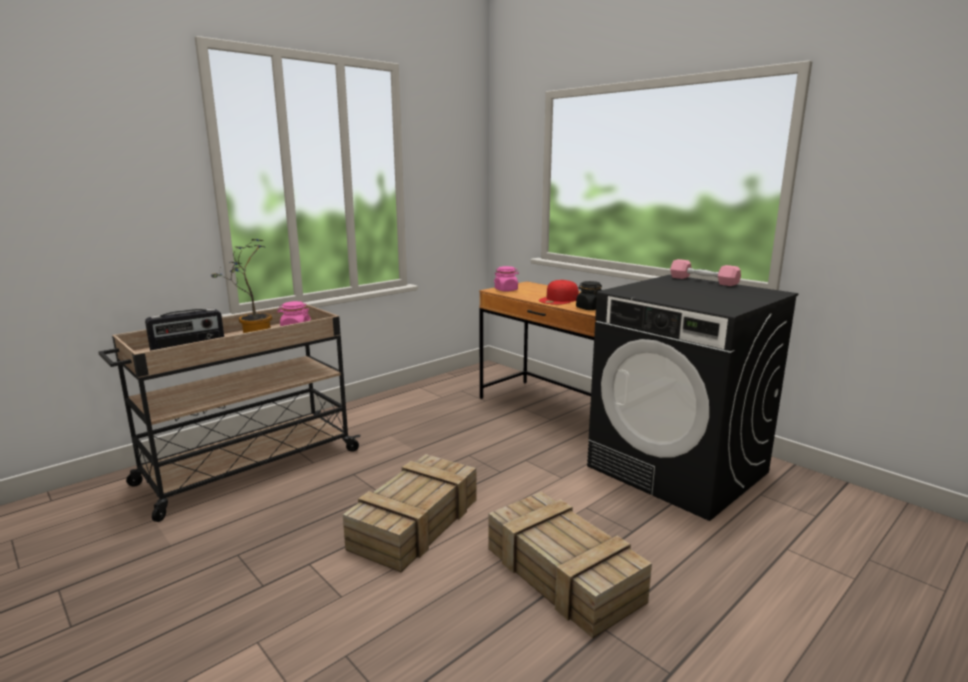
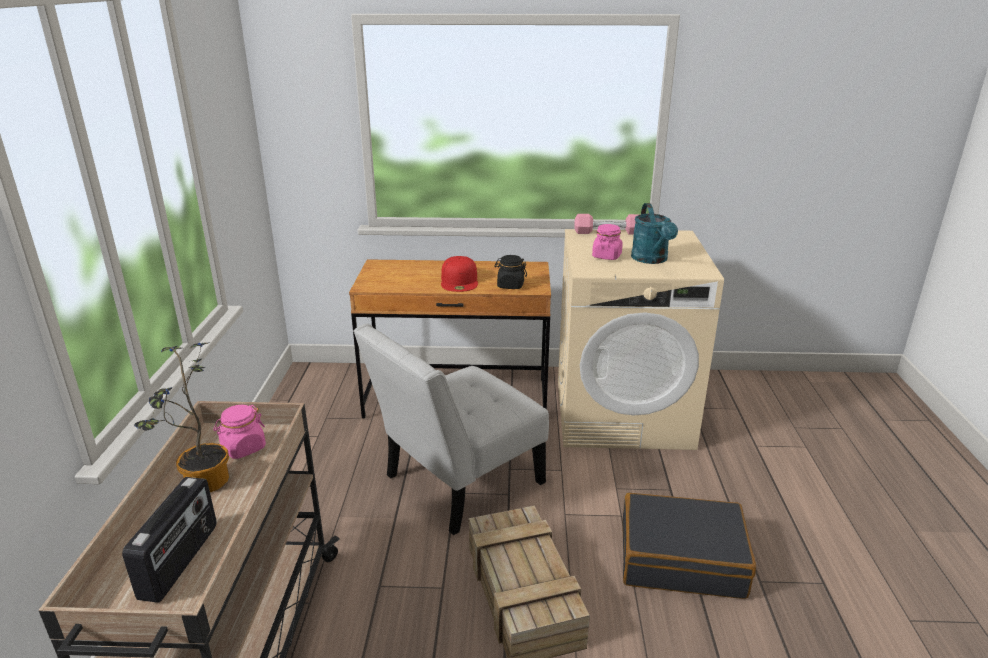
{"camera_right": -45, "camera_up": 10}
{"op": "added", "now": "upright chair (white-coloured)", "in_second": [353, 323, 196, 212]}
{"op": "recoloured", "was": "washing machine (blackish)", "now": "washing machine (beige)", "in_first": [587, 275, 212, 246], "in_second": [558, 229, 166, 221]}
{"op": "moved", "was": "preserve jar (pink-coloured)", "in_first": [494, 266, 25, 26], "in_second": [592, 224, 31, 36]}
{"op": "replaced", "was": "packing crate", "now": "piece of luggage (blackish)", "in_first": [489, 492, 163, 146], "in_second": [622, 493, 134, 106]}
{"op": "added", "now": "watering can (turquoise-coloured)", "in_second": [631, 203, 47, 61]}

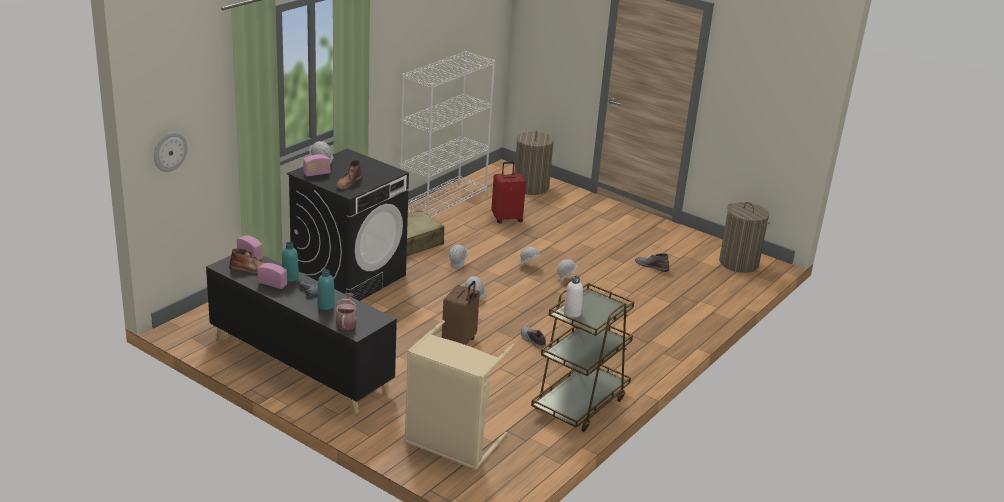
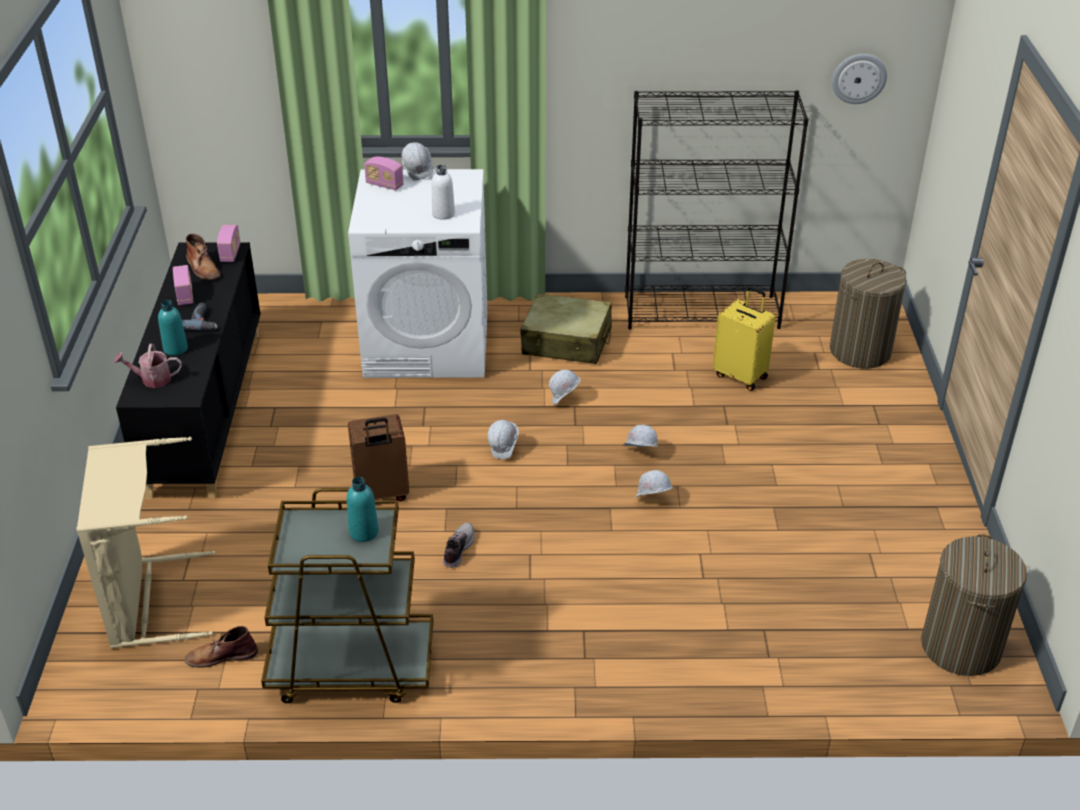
{"camera_right": 55, "camera_up": 10}
{"op": "turned", "was": "watering can", "in_first": [335, 293, 22, 37], "in_second": [114, 344, 68, 44], "clockwise": -150}
{"op": "moved", "was": "tall boot (brown)", "in_first": [335, 160, 28, 30], "in_second": [185, 626, 73, 42]}
{"op": "moved", "was": "beverage bottle (turquoise-coloured)", "in_first": [282, 242, 17, 40], "in_second": [347, 477, 32, 65]}
{"op": "recoloured", "was": "washing machine (blackish)", "now": "washing machine (white-coloured)", "in_first": [287, 149, 122, 152], "in_second": [348, 169, 139, 209]}
{"op": "moved", "was": "beverage bottle (white-coloured)", "in_first": [564, 276, 19, 42], "in_second": [432, 165, 23, 55]}
{"op": "recoloured", "was": "shelving unit (white-coloured)", "now": "shelving unit (blackish)", "in_first": [400, 51, 95, 166], "in_second": [625, 90, 184, 239]}
{"op": "recoloured", "was": "piece of luggage (red-coloured)", "now": "piece of luggage (yellowish)", "in_first": [491, 162, 35, 62], "in_second": [713, 286, 62, 105]}
{"op": "moved", "was": "clock on the wall", "in_first": [154, 132, 34, 40], "in_second": [832, 54, 55, 50]}
{"op": "removed", "was": "tall boot (gray)", "in_first": [635, 253, 34, 19]}

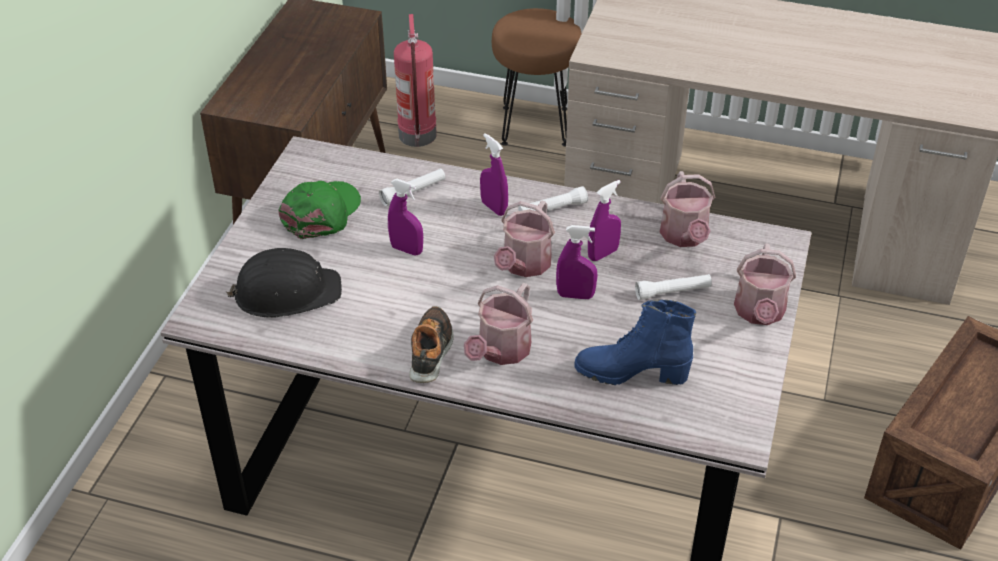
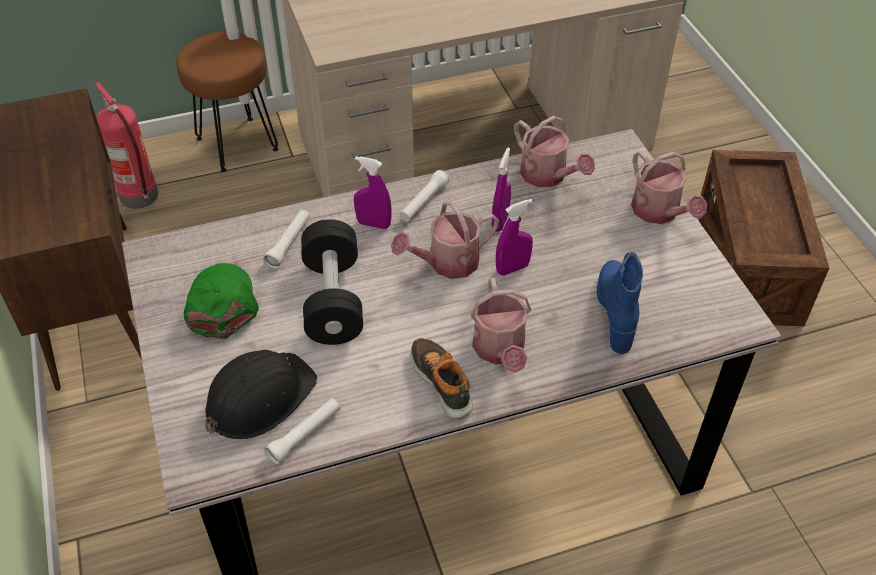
{"camera_right": -35, "camera_up": 5}
{"op": "moved", "was": "hand torch (white-coloured)", "in_first": [635, 274, 77, 26], "in_second": [265, 398, 75, 66]}
{"op": "replaced", "was": "hand sprayer (purple-coloured)", "now": "dumbbell (blackish)", "in_first": [388, 179, 35, 77], "in_second": [301, 219, 62, 126]}
{"op": "turned", "was": "watering can", "in_first": [494, 201, 61, 76], "in_second": [391, 202, 108, 77], "clockwise": 75}
{"op": "turned", "was": "tall boot (blue-coloured)", "in_first": [574, 300, 122, 85], "in_second": [596, 252, 47, 102], "clockwise": 120}

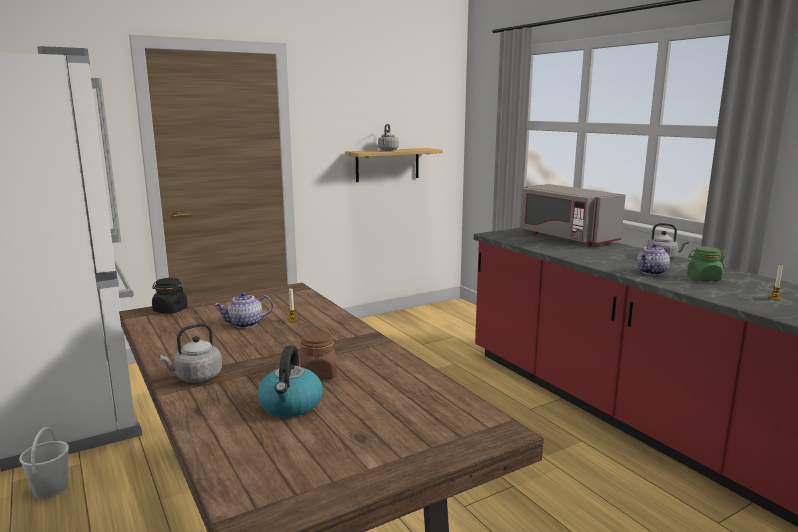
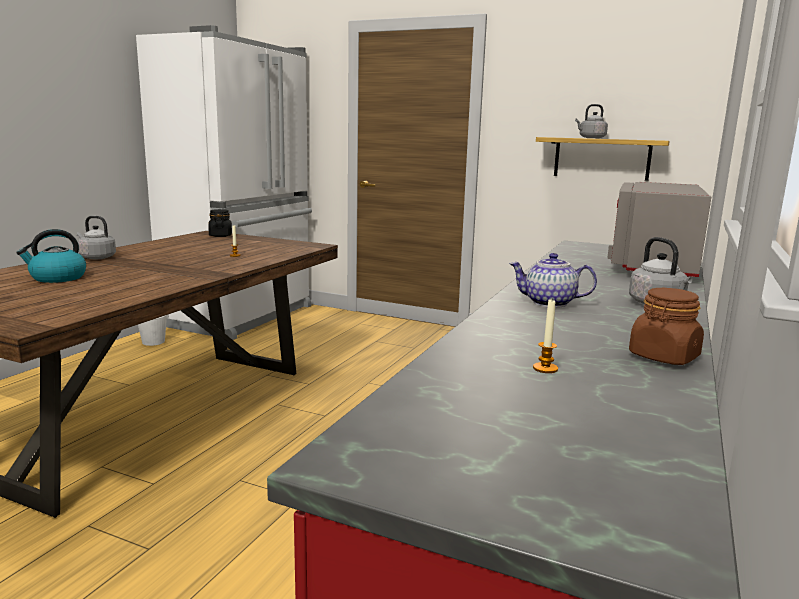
{"camera_right": 55, "camera_up": 0}
{"op": "moved", "was": "preserve jar (brown)", "in_first": [300, 330, 37, 50], "in_second": [629, 288, 75, 77]}
{"op": "removed", "was": "pot for tea", "in_first": [214, 292, 59, 36]}
{"op": "removed", "was": "preserve jar (greenish)", "in_first": [687, 247, 38, 34]}

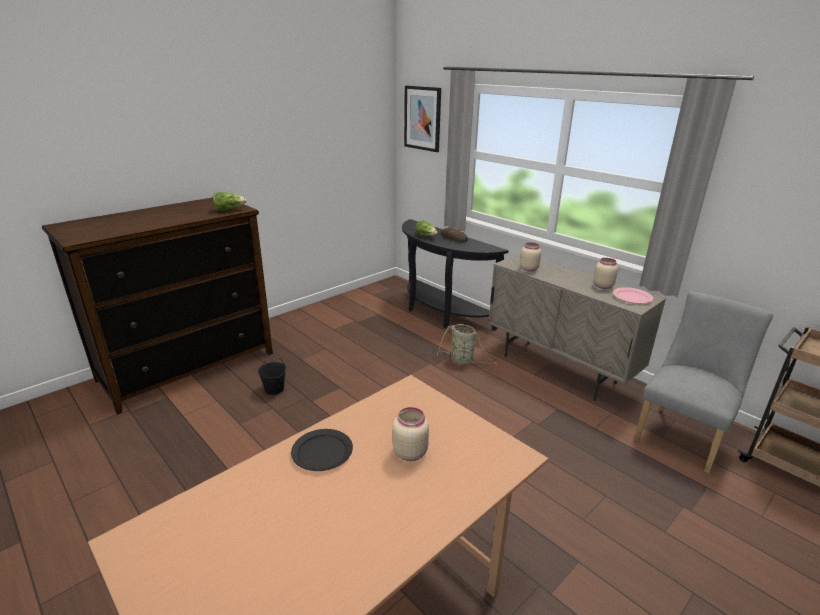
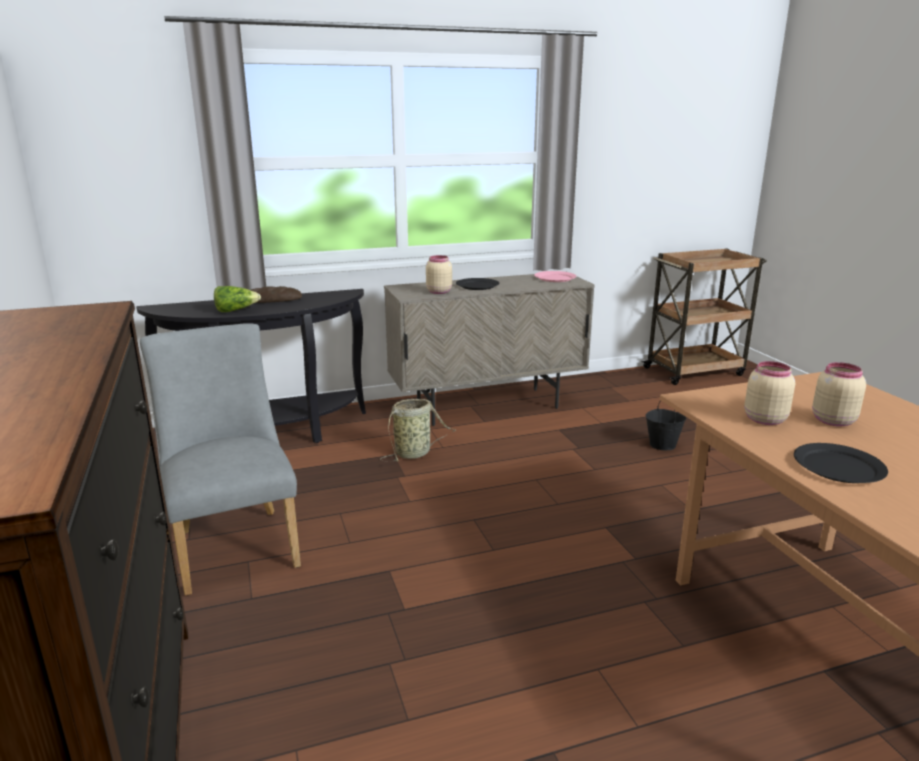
{"camera_right": -65, "camera_up": -5}
{"op": "moved", "was": "upright chair (gray)", "in_first": [634, 292, 139, 182], "in_second": [140, 323, 161, 273]}
{"op": "added", "now": "flat dish (blackish)", "in_second": [456, 278, 43, 12]}
{"op": "moved", "was": "pail (blackish)", "in_first": [258, 355, 28, 40], "in_second": [646, 400, 40, 50]}
{"op": "moved", "was": "preserve jar (beige)", "in_first": [593, 258, 25, 31], "in_second": [744, 361, 51, 64]}
{"op": "removed", "was": "lettuce", "in_first": [213, 192, 34, 19]}
{"op": "removed", "was": "picture", "in_first": [404, 86, 37, 66]}

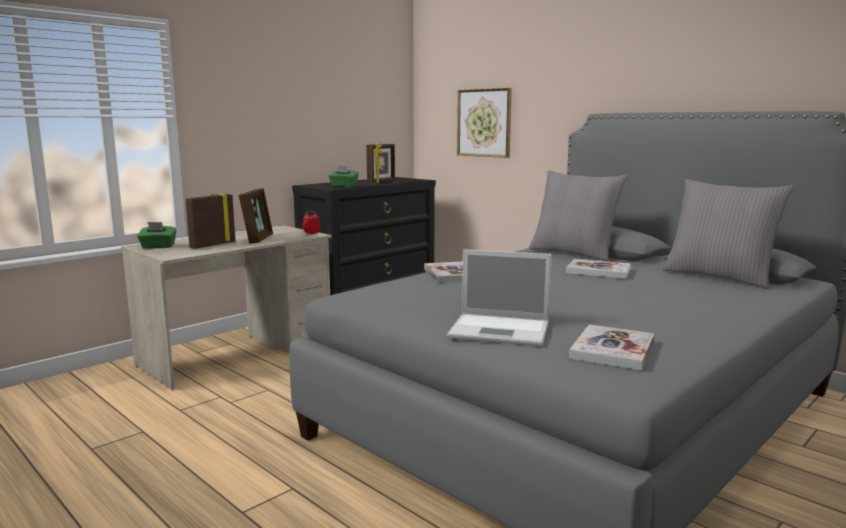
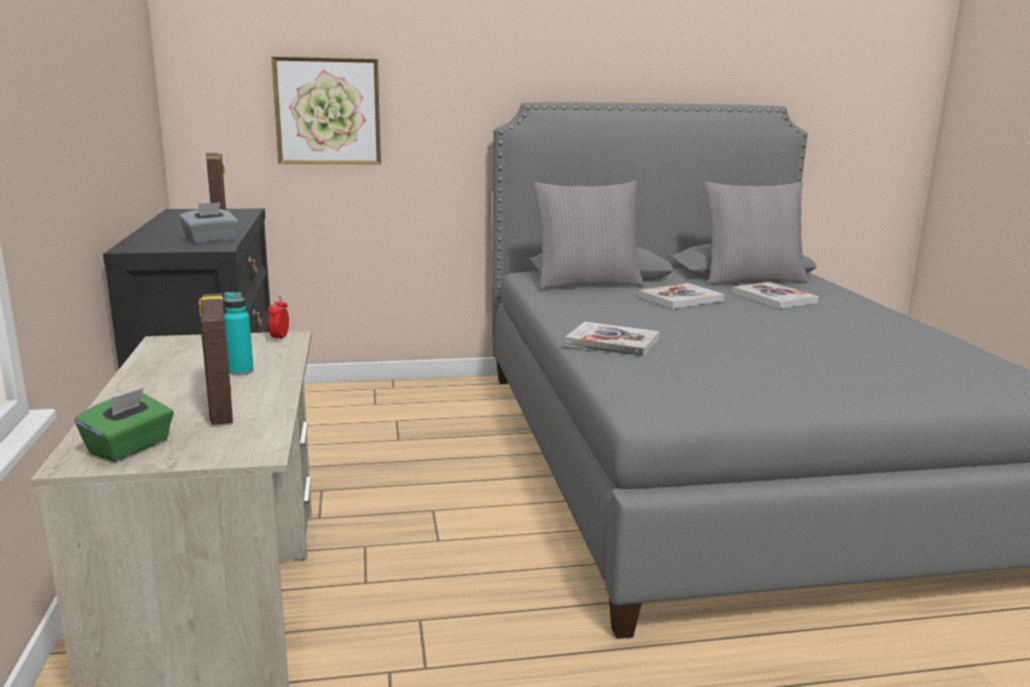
{"camera_right": -55, "camera_up": 5}
{"op": "recoloured", "was": "tissue box (greenish)", "now": "tissue box (gray)", "in_first": [329, 166, 30, 21], "in_second": [179, 202, 60, 42]}
{"op": "replaced", "was": "standing frame", "now": "beverage bottle (turquoise-coloured)", "in_first": [239, 188, 34, 56], "in_second": [223, 292, 31, 83]}
{"op": "moved", "was": "book", "in_first": [569, 325, 85, 46], "in_second": [732, 282, 87, 27]}
{"op": "removed", "was": "laptop", "in_first": [447, 249, 105, 98]}

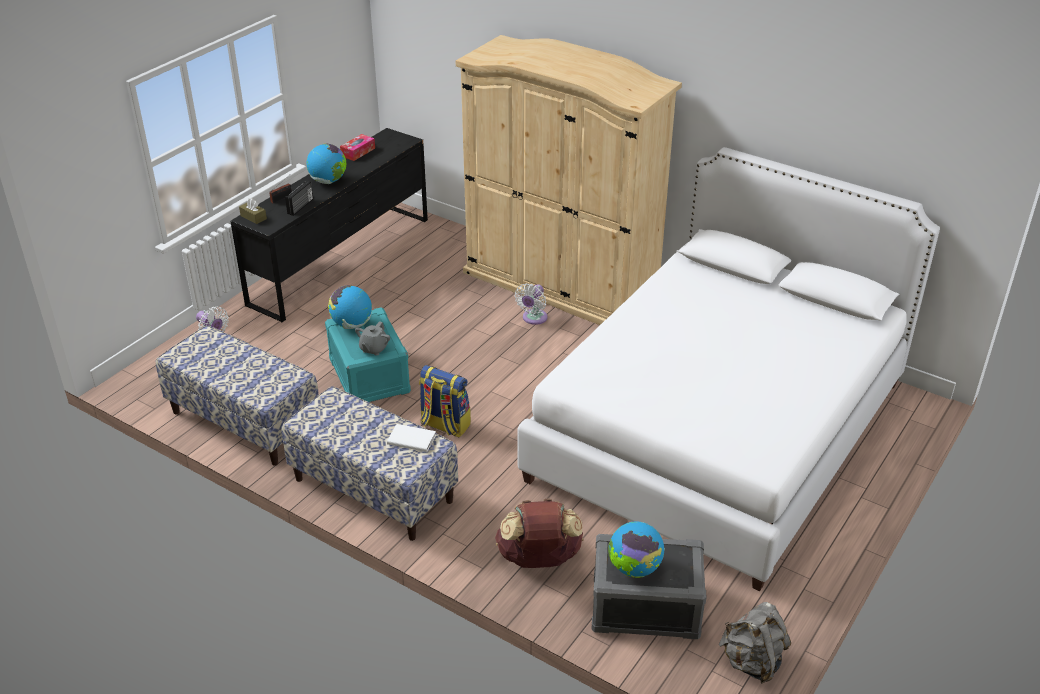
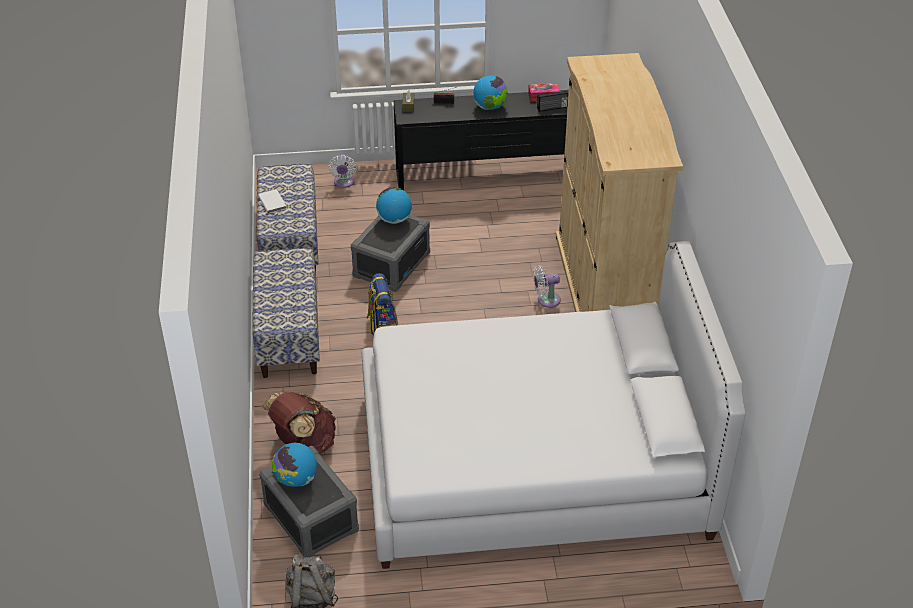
{"camera_right": 50, "camera_up": 5}
{"op": "moved", "was": "book (white-coloured)", "in_first": [387, 424, 49, 28], "in_second": [258, 189, 29, 25]}
{"op": "recoloured", "was": "storage box (turquoise-coloured)", "now": "storage box (gray)", "in_first": [325, 307, 86, 95], "in_second": [351, 215, 79, 77]}
{"op": "moved", "was": "radio", "in_first": [285, 181, 28, 35], "in_second": [537, 90, 32, 22]}
{"op": "removed", "was": "pot for tea (gray)", "in_first": [355, 321, 35, 35]}

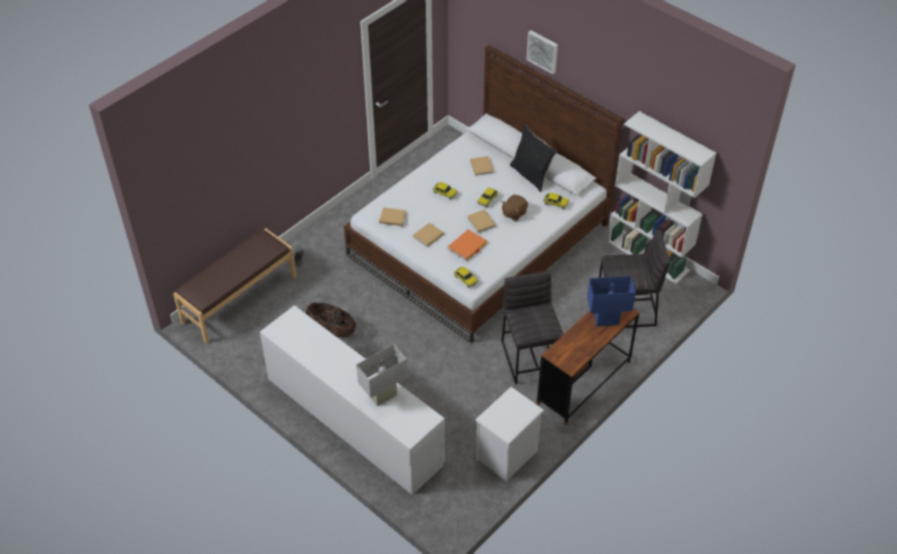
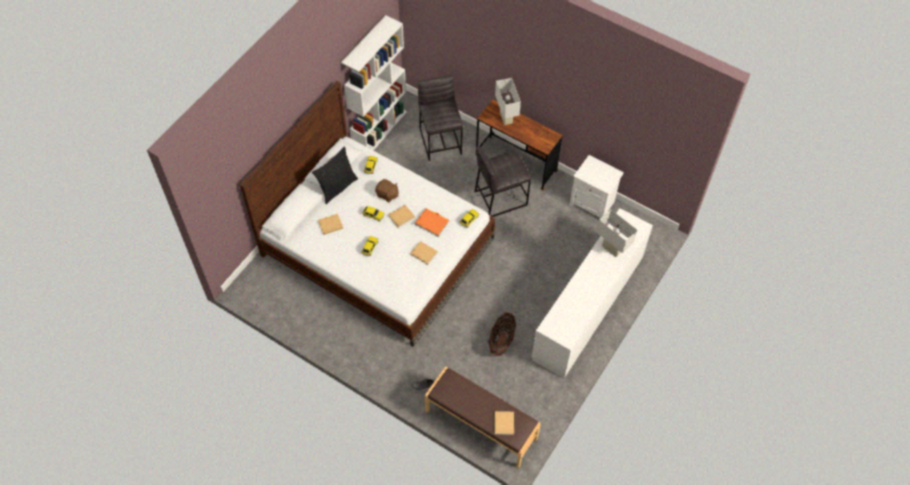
{"camera_right": -100, "camera_up": 10}
{"op": "recoloured", "was": "tabletop lamp (blue-coloured)", "now": "tabletop lamp (white-coloured)", "in_first": [587, 276, 49, 51], "in_second": [495, 78, 26, 47]}
{"op": "moved", "was": "book (beige)", "in_first": [379, 207, 28, 19], "in_second": [495, 411, 19, 24]}
{"op": "removed", "was": "picture", "in_first": [527, 31, 31, 43]}

